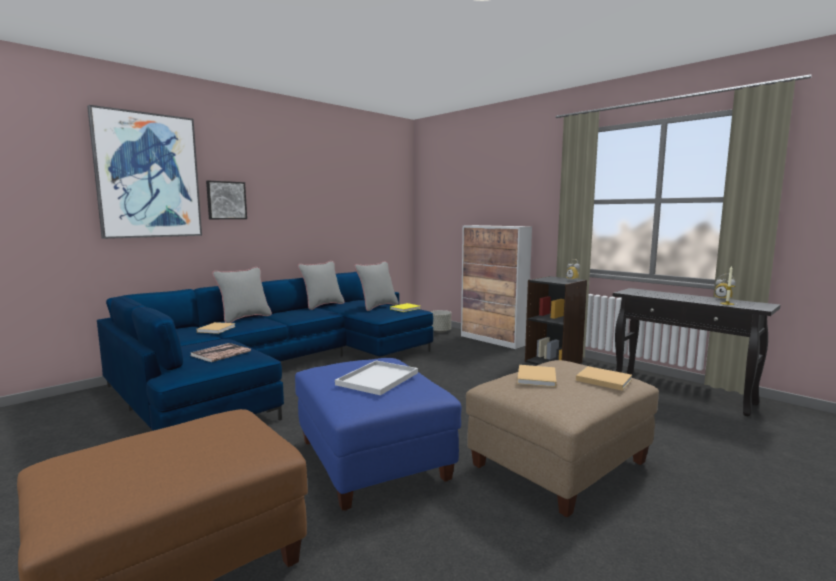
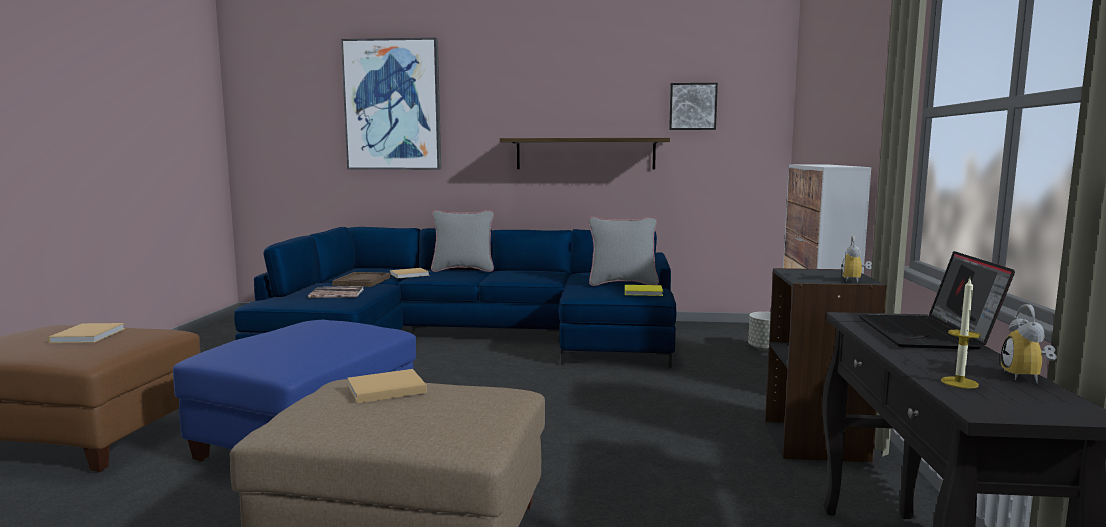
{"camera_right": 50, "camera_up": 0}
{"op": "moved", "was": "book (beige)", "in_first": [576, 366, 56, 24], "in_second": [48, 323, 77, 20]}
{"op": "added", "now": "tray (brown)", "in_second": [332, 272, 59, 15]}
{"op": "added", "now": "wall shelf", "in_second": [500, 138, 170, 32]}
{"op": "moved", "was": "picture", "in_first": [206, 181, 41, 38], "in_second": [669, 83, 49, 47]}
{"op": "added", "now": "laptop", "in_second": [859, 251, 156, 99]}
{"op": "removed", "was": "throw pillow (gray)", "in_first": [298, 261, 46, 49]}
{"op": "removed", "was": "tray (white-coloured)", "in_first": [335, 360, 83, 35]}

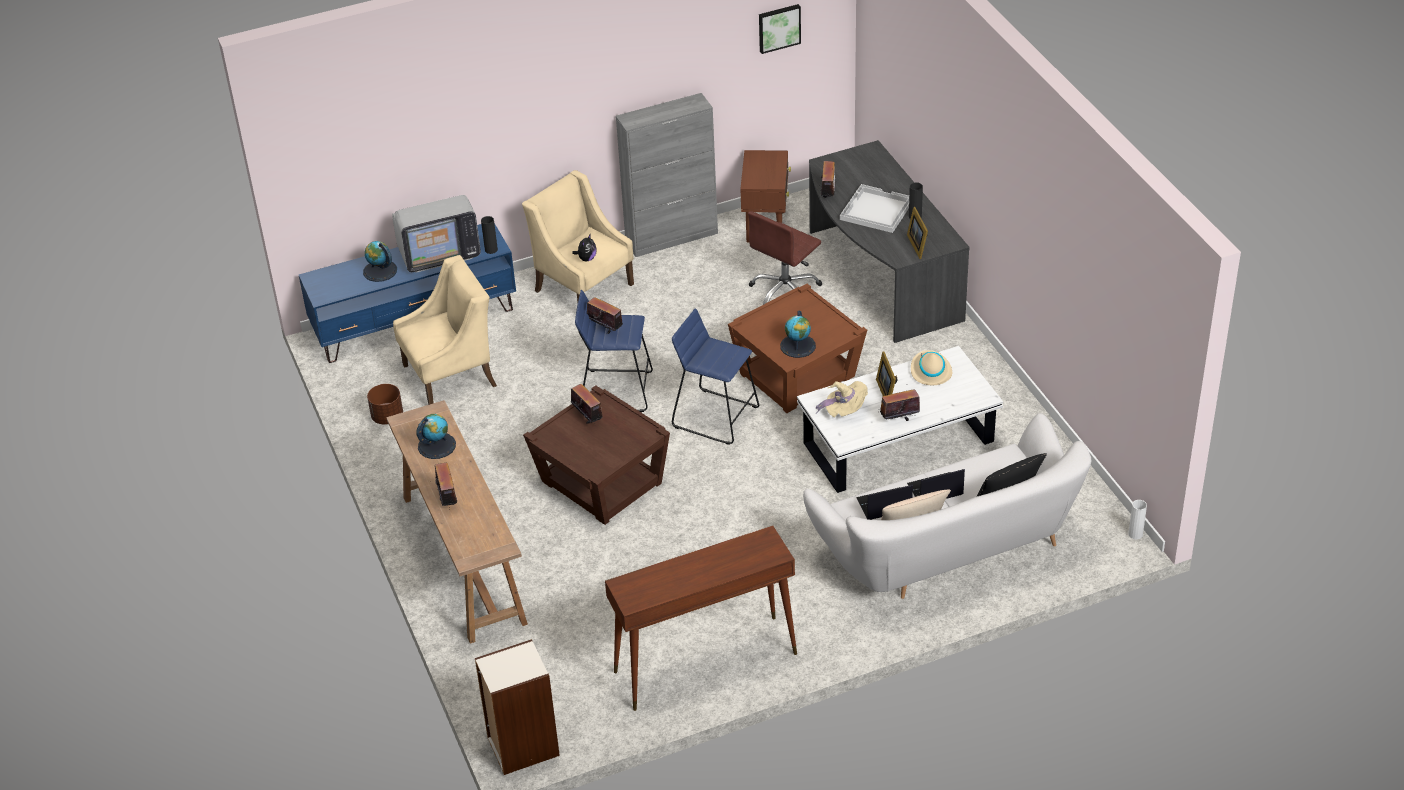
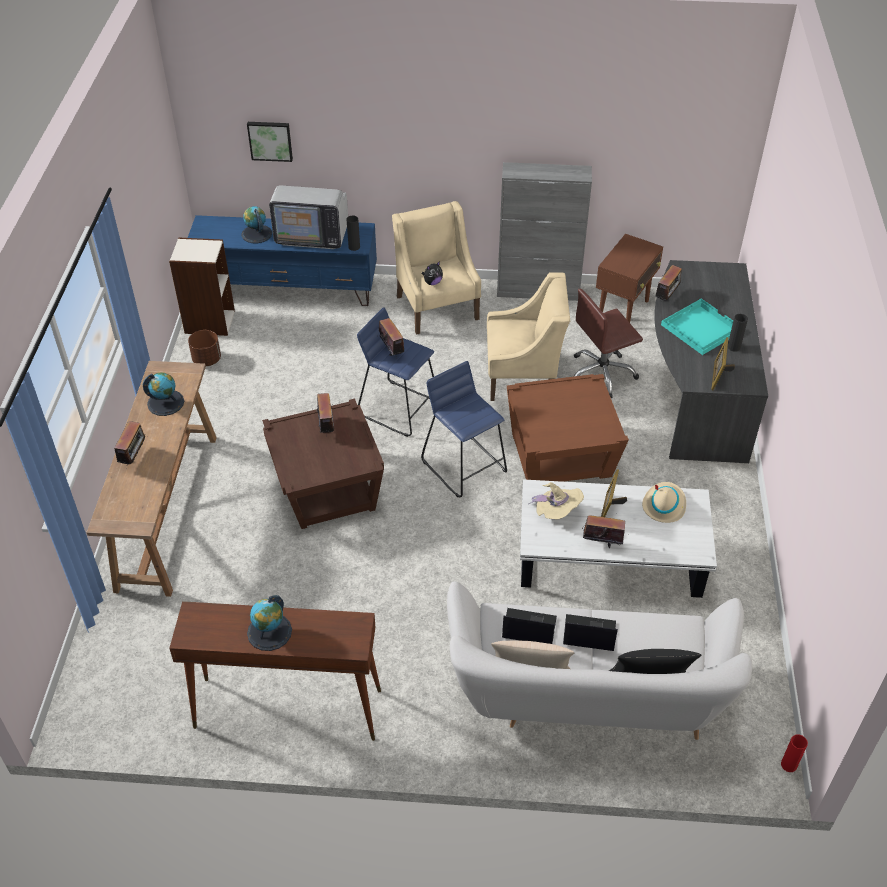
{"camera_right": 25, "camera_up": 5}
{"op": "moved", "was": "shelving unit", "in_first": [475, 639, 85, 136], "in_second": [169, 238, 66, 98]}
{"op": "moved", "was": "picture", "in_first": [759, 4, 42, 50], "in_second": [247, 122, 46, 40]}
{"op": "moved", "was": "world globe", "in_first": [780, 311, 36, 47], "in_second": [247, 595, 45, 56]}
{"op": "moved", "was": "armchair (beige)", "in_first": [393, 255, 104, 150], "in_second": [487, 272, 83, 129]}
{"op": "recoloured", "was": "tray (white-coloured)", "now": "tray (turquoise-coloured)", "in_first": [840, 184, 69, 49], "in_second": [661, 299, 72, 56]}
{"op": "recoloured", "was": "flower vase (white-coloured)", "now": "flower vase (red-coloured)", "in_first": [1128, 500, 19, 39], "in_second": [781, 734, 27, 38]}

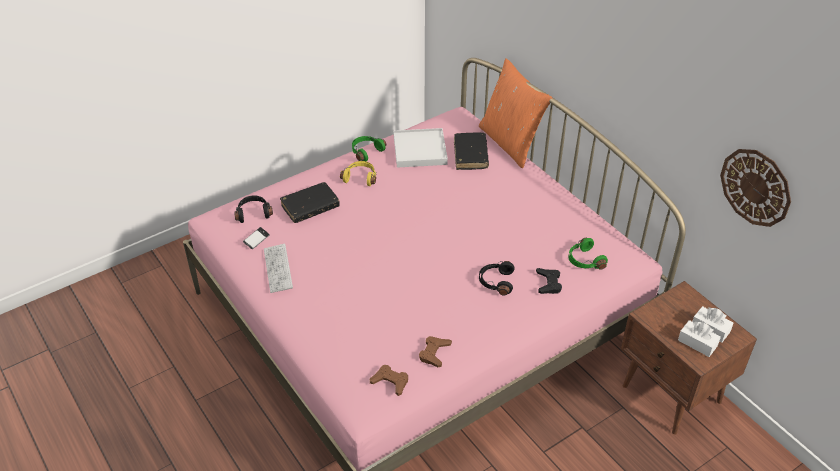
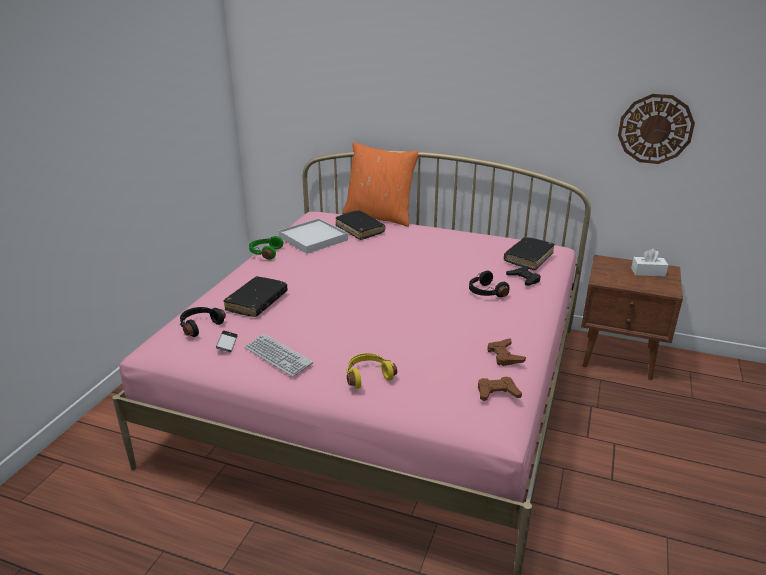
{"camera_right": -35, "camera_up": -15}
{"op": "moved", "was": "pair of headphones (yellowish)", "in_first": [340, 161, 36, 25], "in_second": [346, 353, 51, 36]}
{"op": "replaced", "was": "pair of headphones (greenish)", "now": "book (blackish)", "in_first": [569, 238, 39, 32], "in_second": [504, 237, 51, 33]}
{"op": "removed", "was": "tissue box (white-coloured)", "in_first": [678, 320, 43, 37]}

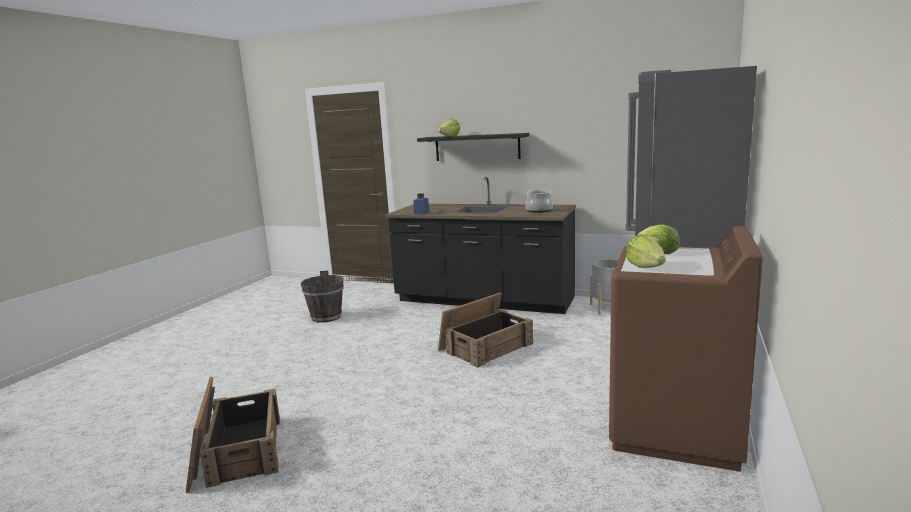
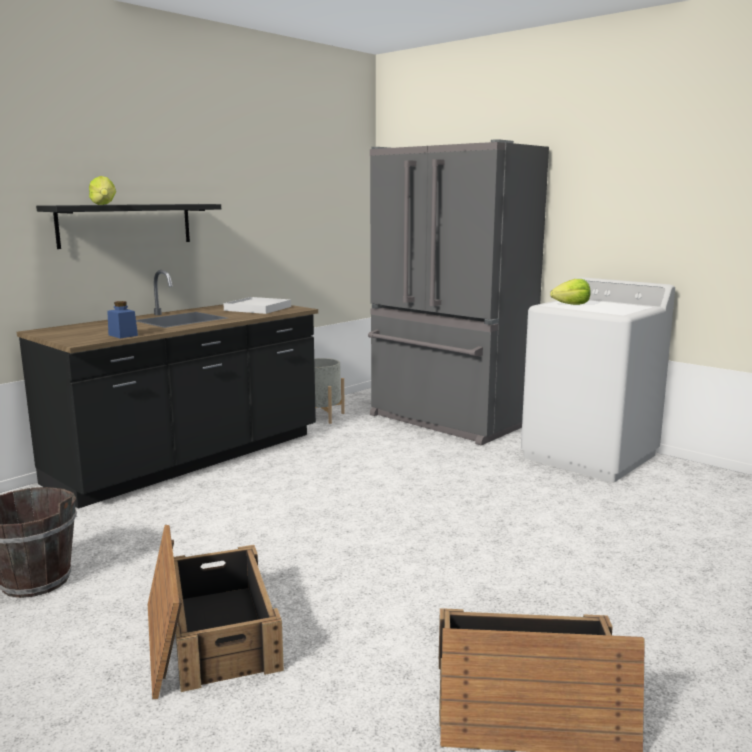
{"camera_right": -70, "camera_up": 0}
{"op": "moved", "was": "packing crate", "in_first": [438, 293, 95, 75], "in_second": [148, 525, 136, 174]}
{"op": "replaced", "was": "cooking pot", "now": "tray (white-coloured)", "in_first": [526, 189, 27, 24], "in_second": [223, 297, 68, 17]}
{"op": "recoloured", "was": "washing machine (brown)", "now": "washing machine (white-coloured)", "in_first": [609, 226, 154, 246], "in_second": [521, 277, 154, 205]}
{"op": "removed", "was": "lettuce", "in_first": [626, 234, 40, 34]}

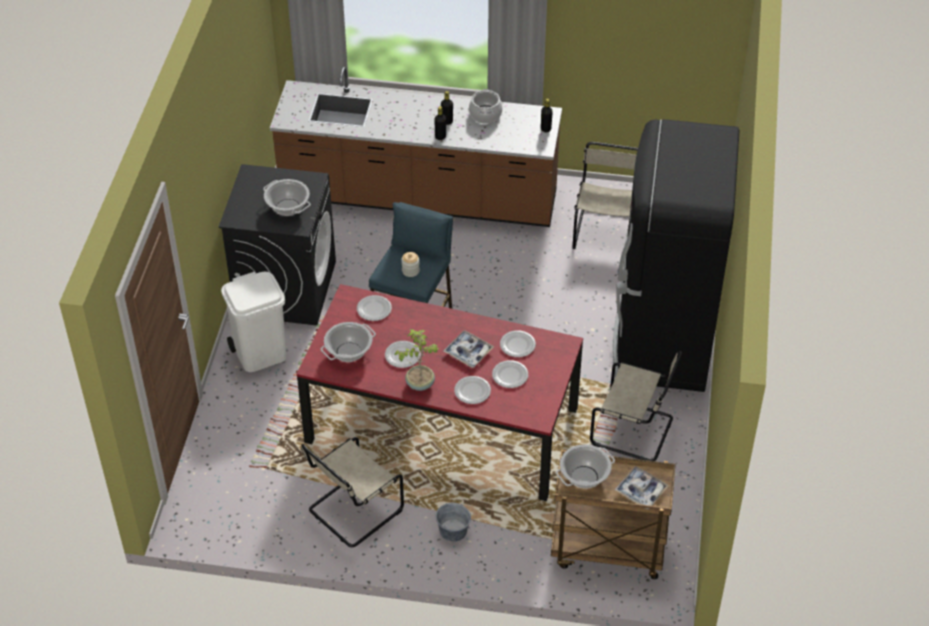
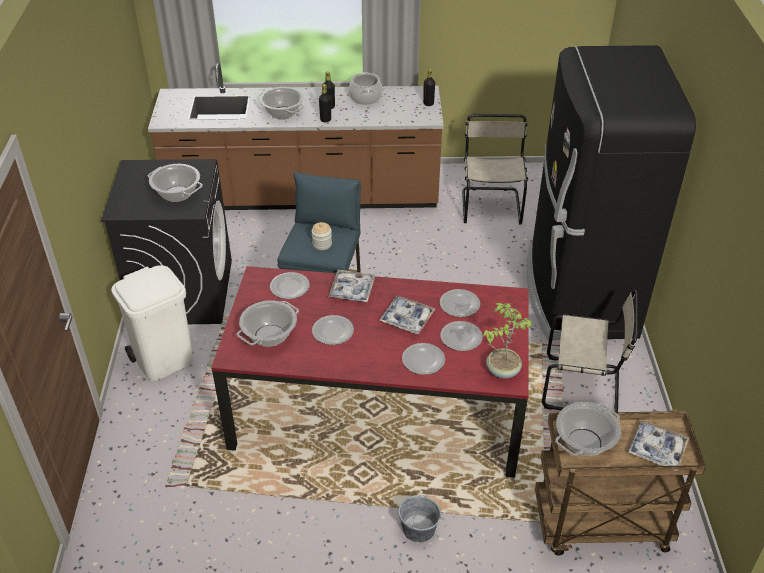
{"camera_right": -10, "camera_up": -5}
{"op": "added", "now": "cooking pot", "in_second": [259, 87, 45, 32]}
{"op": "added", "now": "tray", "in_second": [329, 270, 46, 32]}
{"op": "moved", "was": "plant in a pot", "in_first": [395, 329, 44, 62], "in_second": [483, 303, 49, 76]}
{"op": "removed", "was": "upright chair (beige)", "in_first": [301, 437, 103, 110]}

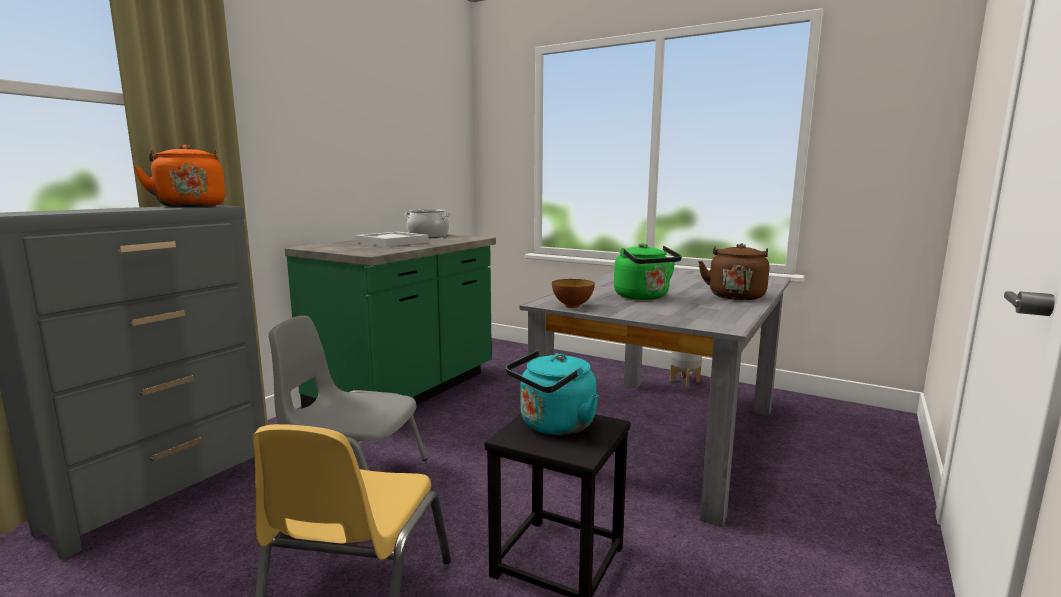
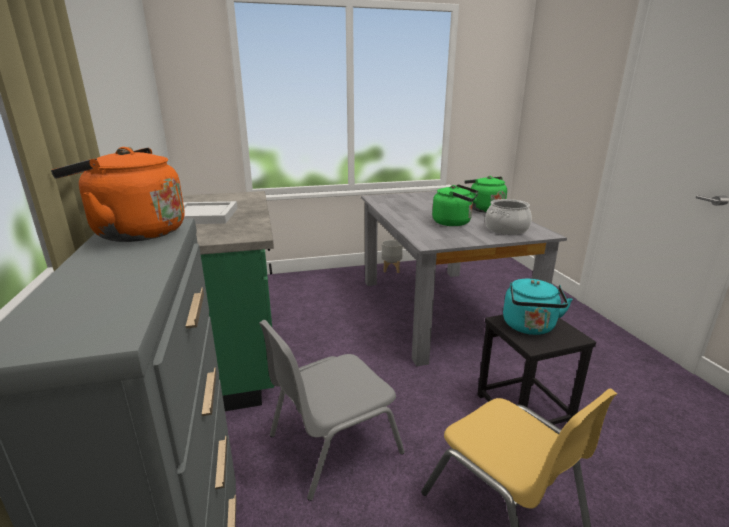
{"camera_right": -45, "camera_up": 10}
{"op": "recoloured", "was": "kettle (brown)", "now": "kettle (greenish)", "in_first": [698, 244, 71, 56], "in_second": [464, 176, 43, 37]}
{"op": "moved", "was": "cooking pot", "in_first": [404, 209, 47, 29], "in_second": [485, 199, 47, 36]}
{"op": "removed", "was": "deep dish", "in_first": [552, 279, 43, 29]}

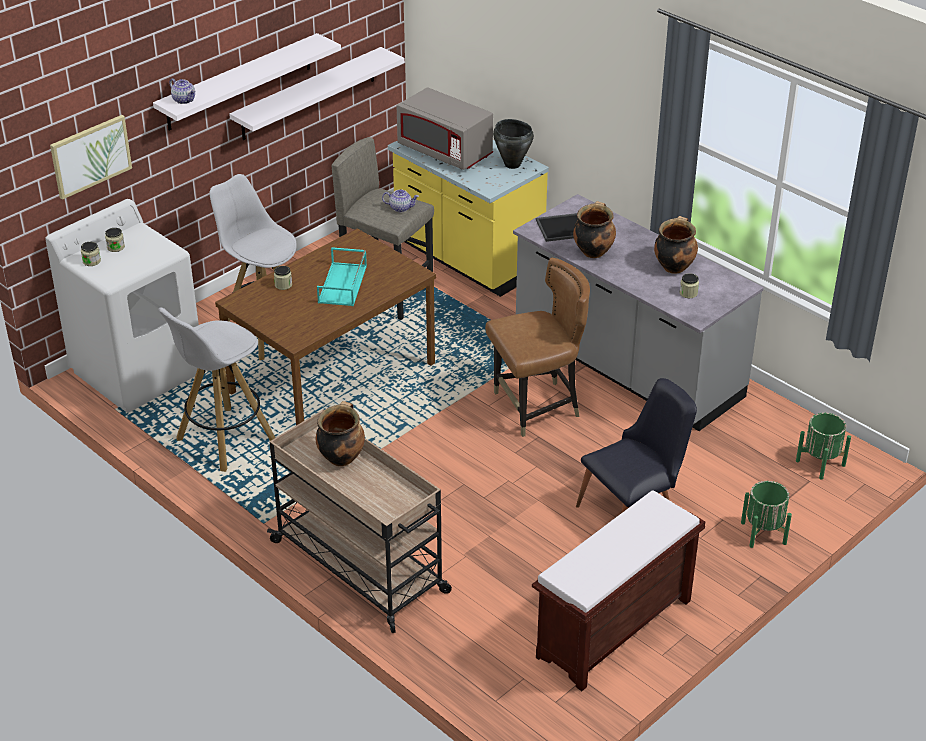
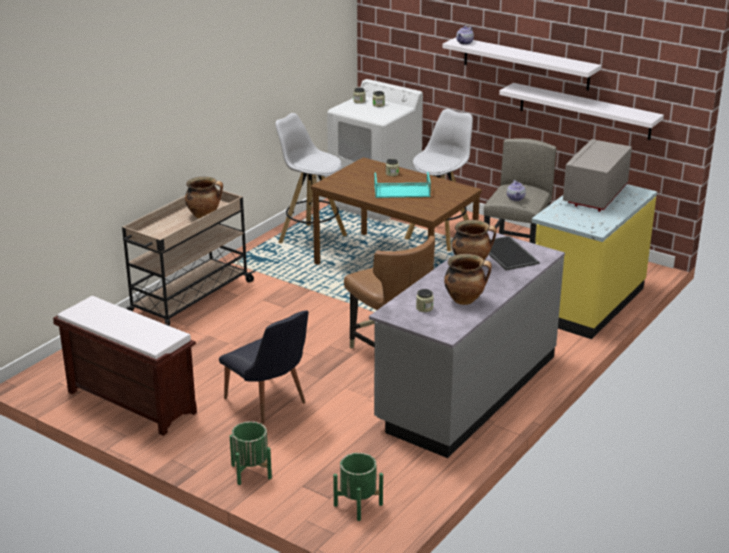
{"camera_right": 80, "camera_up": -10}
{"op": "removed", "was": "picture", "in_first": [50, 115, 82, 85]}
{"op": "removed", "was": "cooking pot (blackish)", "in_first": [493, 119, 41, 50]}

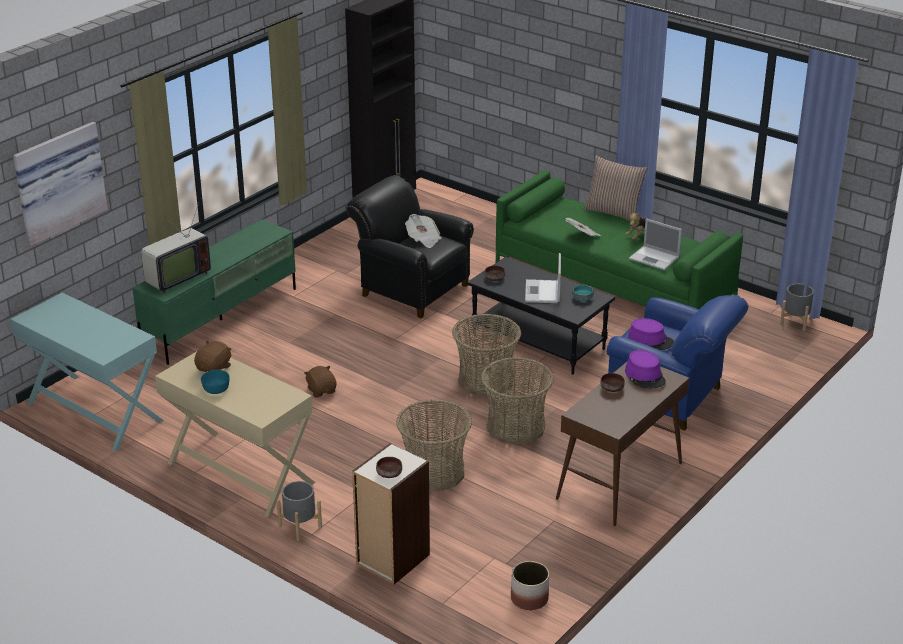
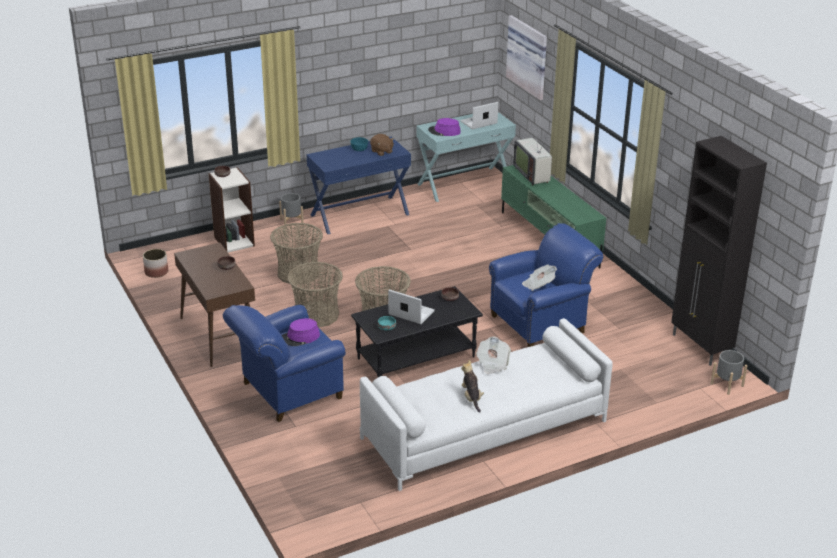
{"camera_right": 115, "camera_up": 0}
{"op": "recoloured", "was": "hall table (beige)", "now": "hall table (blue-coloured)", "in_first": [155, 351, 160, 166], "in_second": [306, 137, 105, 97]}
{"op": "recoloured", "was": "sofa (greenish)", "now": "sofa (white-coloured)", "in_first": [496, 170, 247, 139], "in_second": [360, 318, 253, 173]}
{"op": "moved", "was": "hat (purple-coloured)", "in_first": [625, 350, 41, 38], "in_second": [428, 118, 33, 18]}
{"op": "moved", "was": "laptop", "in_first": [629, 218, 53, 52], "in_second": [460, 102, 38, 28]}
{"op": "recoloured", "was": "armchair (blackish)", "now": "armchair (blue-coloured)", "in_first": [346, 175, 128, 143], "in_second": [489, 223, 114, 124]}
{"op": "moved", "was": "plant pot (gray)", "in_first": [780, 284, 34, 47], "in_second": [710, 350, 38, 45]}
{"op": "removed", "was": "plush toy (brown)", "in_first": [304, 366, 32, 32]}
{"op": "removed", "was": "throw pillow", "in_first": [583, 155, 65, 66]}

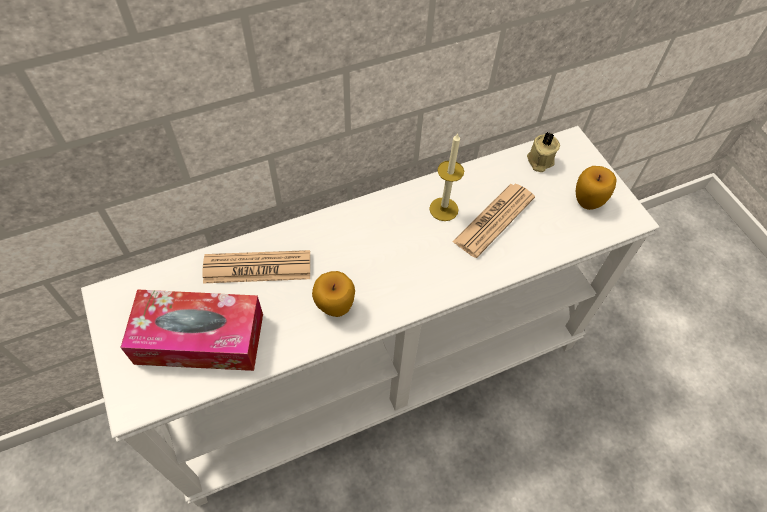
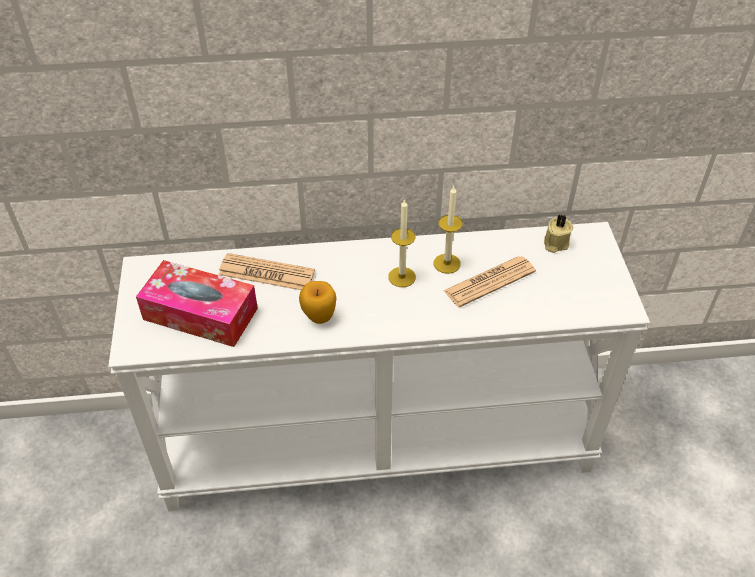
{"camera_right": 20, "camera_up": -10}
{"op": "added", "now": "wax light", "in_second": [388, 199, 28, 88]}
{"op": "removed", "was": "whole apple", "in_first": [576, 166, 40, 44]}

